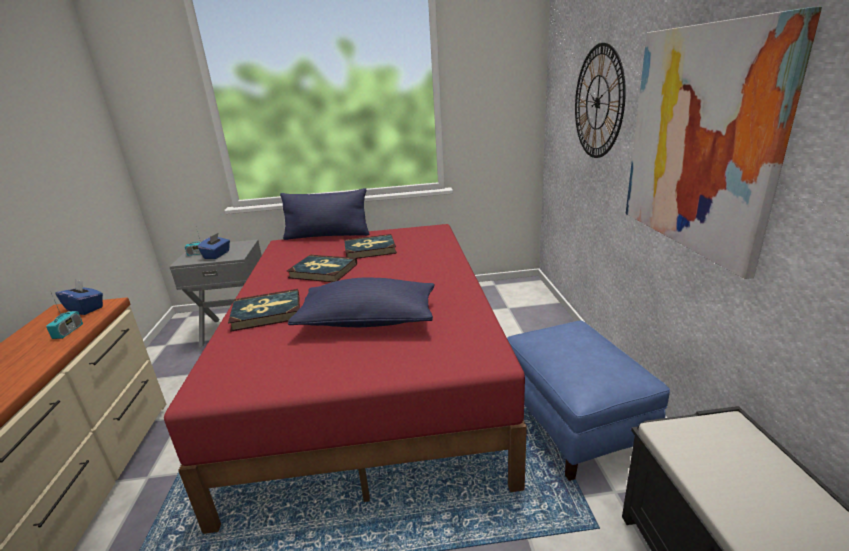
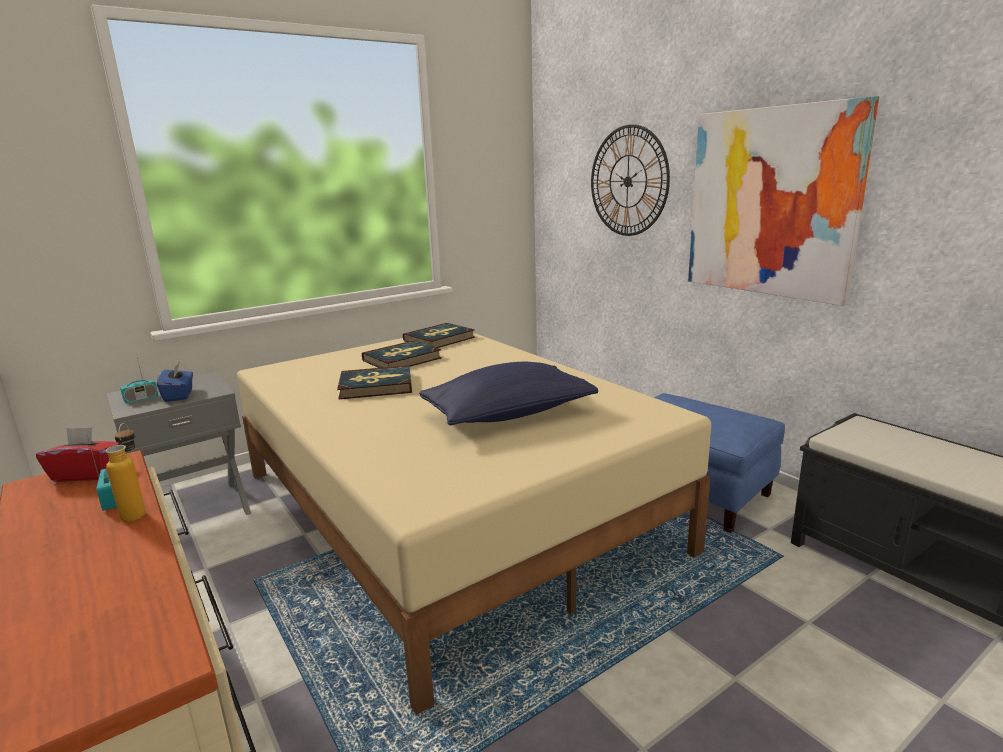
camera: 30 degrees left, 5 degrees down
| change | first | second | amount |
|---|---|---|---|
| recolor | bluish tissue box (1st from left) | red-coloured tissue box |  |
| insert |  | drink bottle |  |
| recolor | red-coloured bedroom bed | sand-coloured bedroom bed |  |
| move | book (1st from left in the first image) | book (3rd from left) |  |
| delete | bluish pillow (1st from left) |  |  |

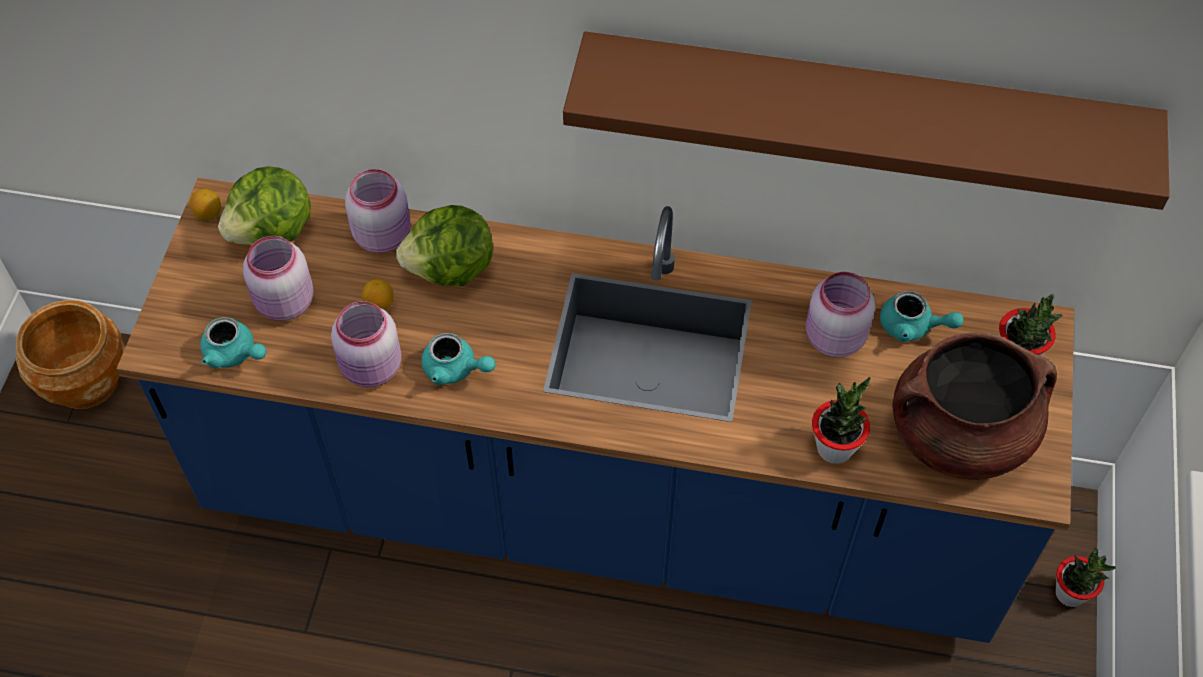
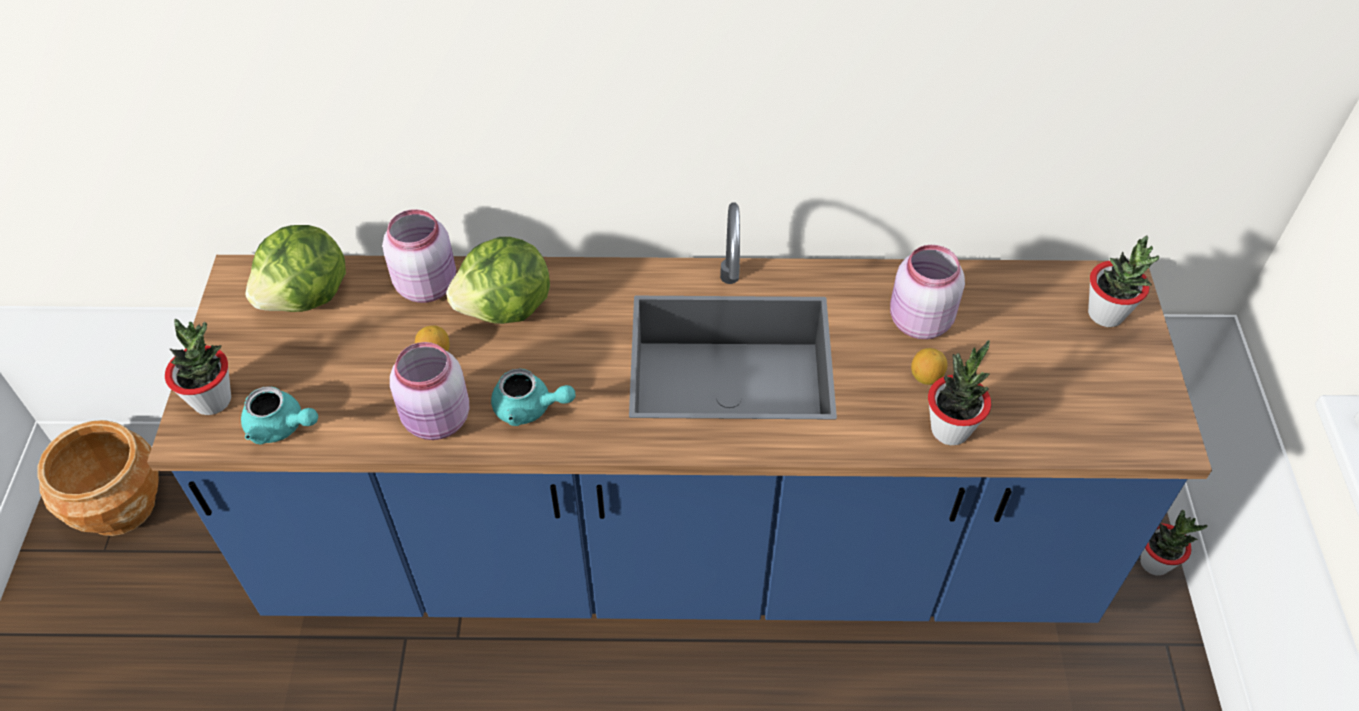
camera: 10 degrees left, 5 degrees down
| change | first | second | amount |
|---|---|---|---|
| insert |  | houseplant (1st from left) |  |
| move | citrus fruit (1st from left in the first image) | citrus fruit (2nd from left) |  |
| delete | pink-coloured jar (1st from left) |  |  |
| delete | brown-coloured shelf |  |  |
| delete | turquoise pot for tea (3rd from left) |  |  |
| delete | brown-coloured cooking pot |  |  |

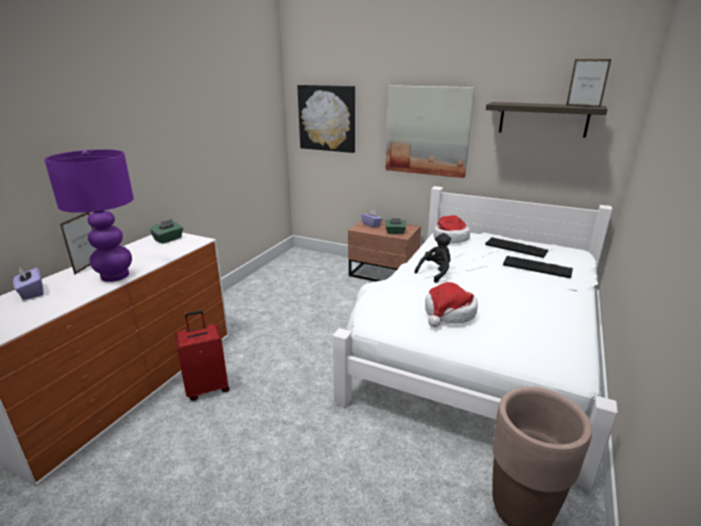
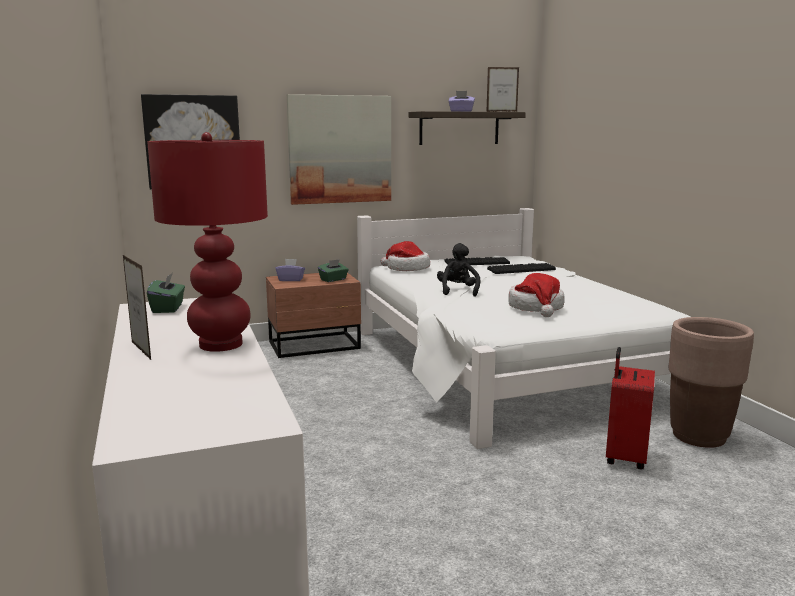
camera: 45 degrees left, 10 degrees down
| change | first | second | amount |
|---|---|---|---|
| recolor | purple-coloured tabletop lamp | red-coloured tabletop lamp |  |
| move | purple-coloured tissue box (1st from left in the first image) | purple-coloured tissue box (2nd from left) |  |
| move | red-coloured piece of luggage |  |  |

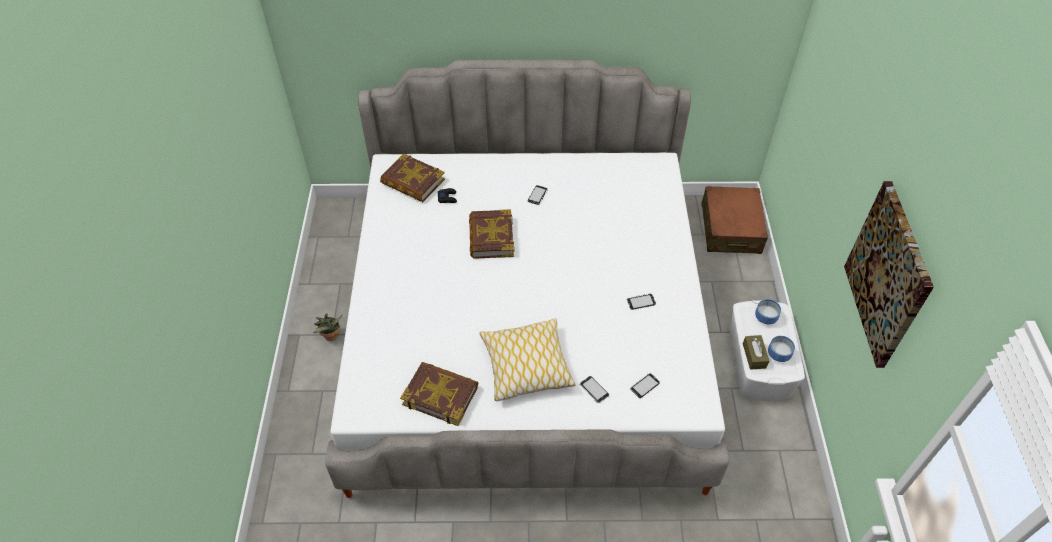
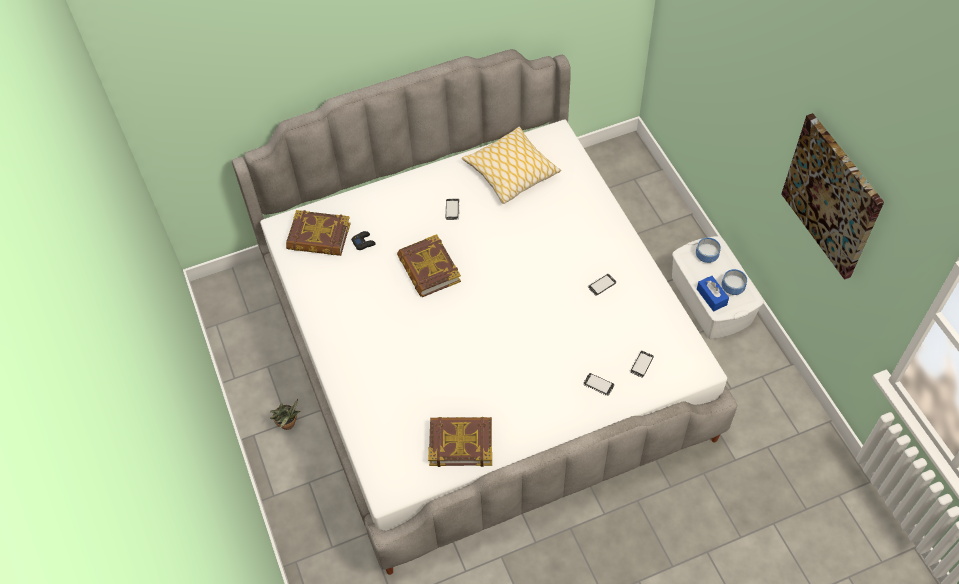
camera: 20 degrees left, 5 degrees up
| change | first | second | amount |
|---|---|---|---|
| move | pillow |  |  |
| recolor | brown-coloured tissue box | bluish tissue box |  |
| delete | brown-coloured piece of luggage |  |  |

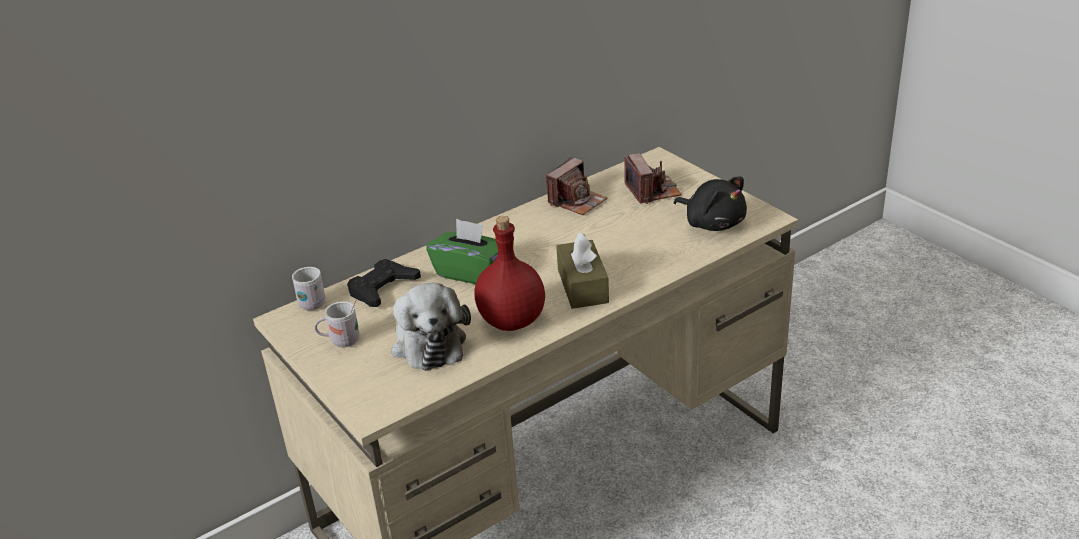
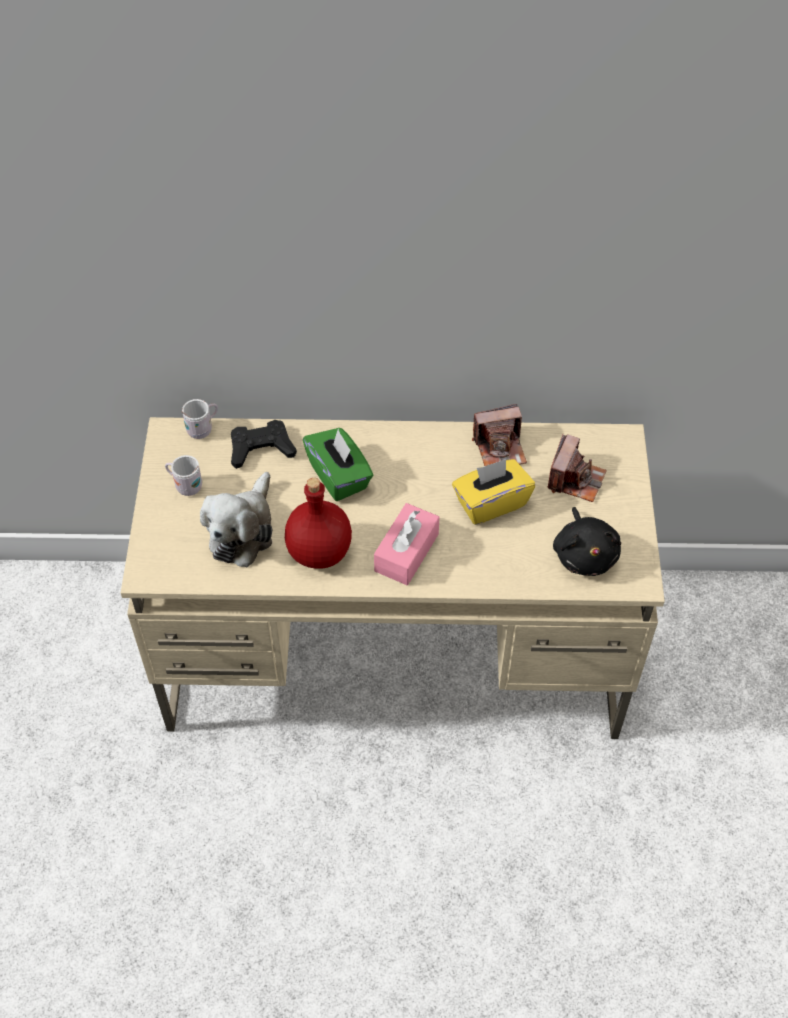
camera: 35 degrees right, 20 degrees up
| change | first | second | amount |
|---|---|---|---|
| recolor | brown-coloured tissue box | pink-coloured tissue box |  |
| insert |  | yellow tissue box |  |

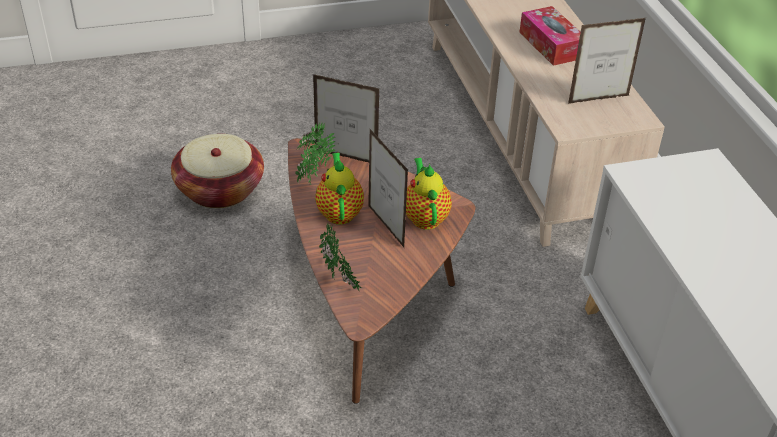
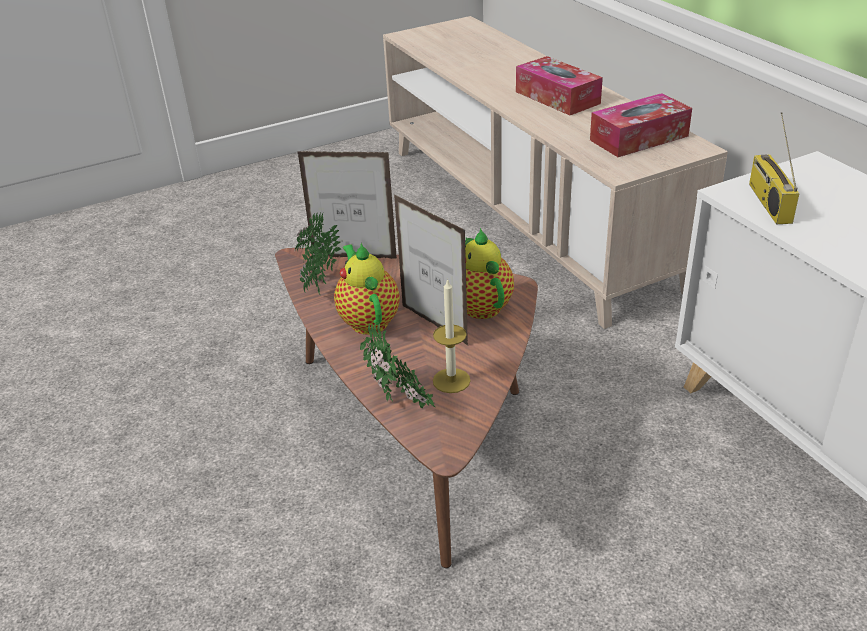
camera: 10 degrees left, 5 degrees down
| change | first | second | amount |
|---|---|---|---|
| insert |  | wax candle |  |
| replace | picture frame (3rd from left) | tissue box (2nd from left) |  |
| insert |  | radio set |  |
| delete | basket |  |  |

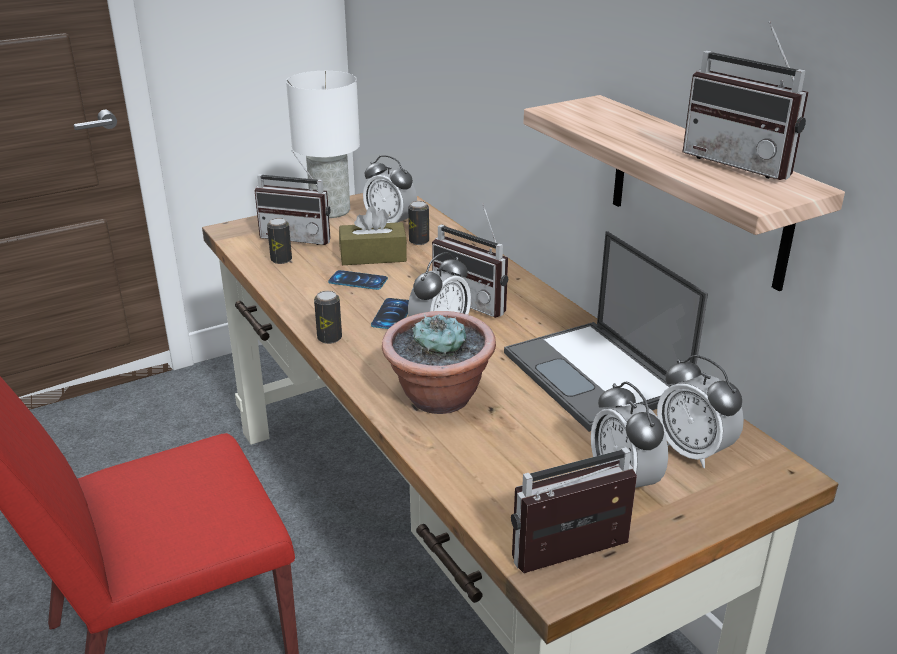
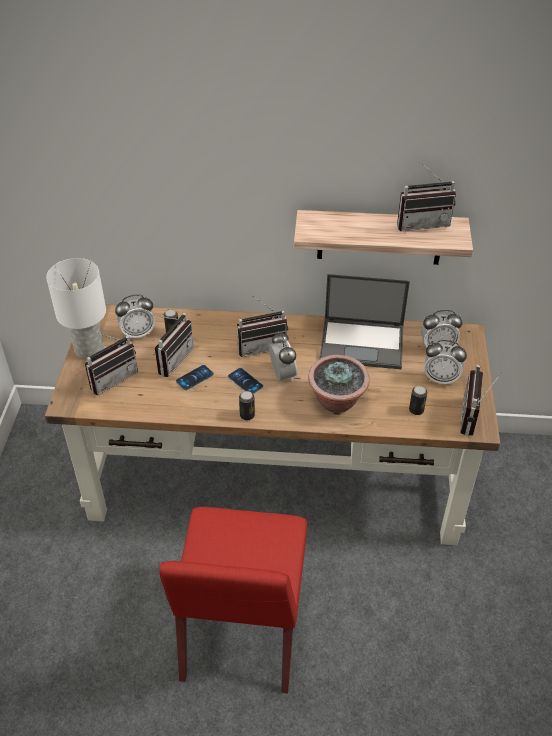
camera: 55 degrees left, 15 degrees up
| change | first | second | amount |
|---|---|---|---|
| replace | brown-coloured tissue box | radio set (2nd from left) |  |
| move | can (1st from left in the first image) | can (3rd from left) |  |

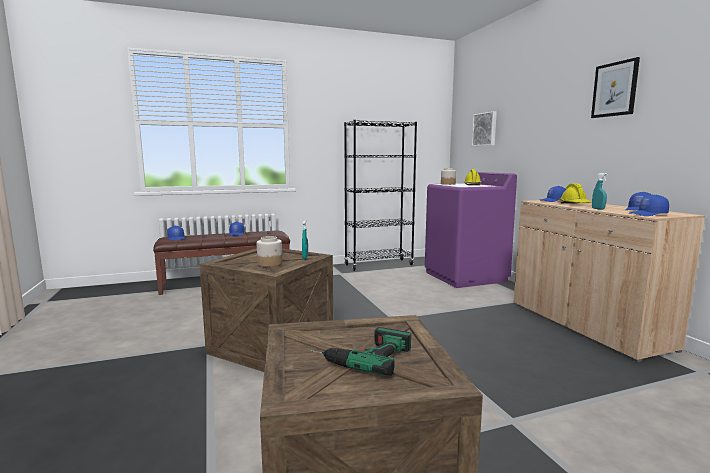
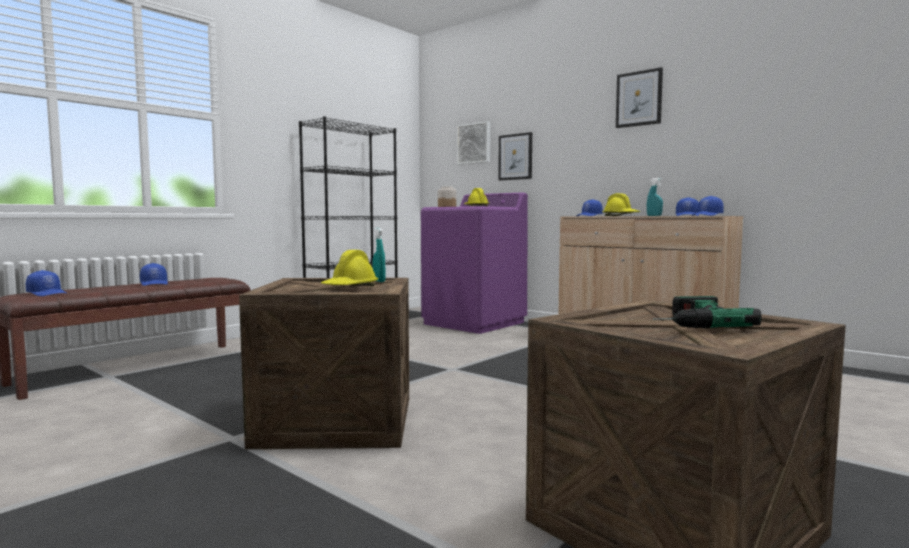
camera: 30 degrees left, 5 degrees down
| change | first | second | amount |
|---|---|---|---|
| replace | jar (1st from left) | yellow safety helmet (1st from left) |  |
| insert |  | wall picture (2nd from left) |  |

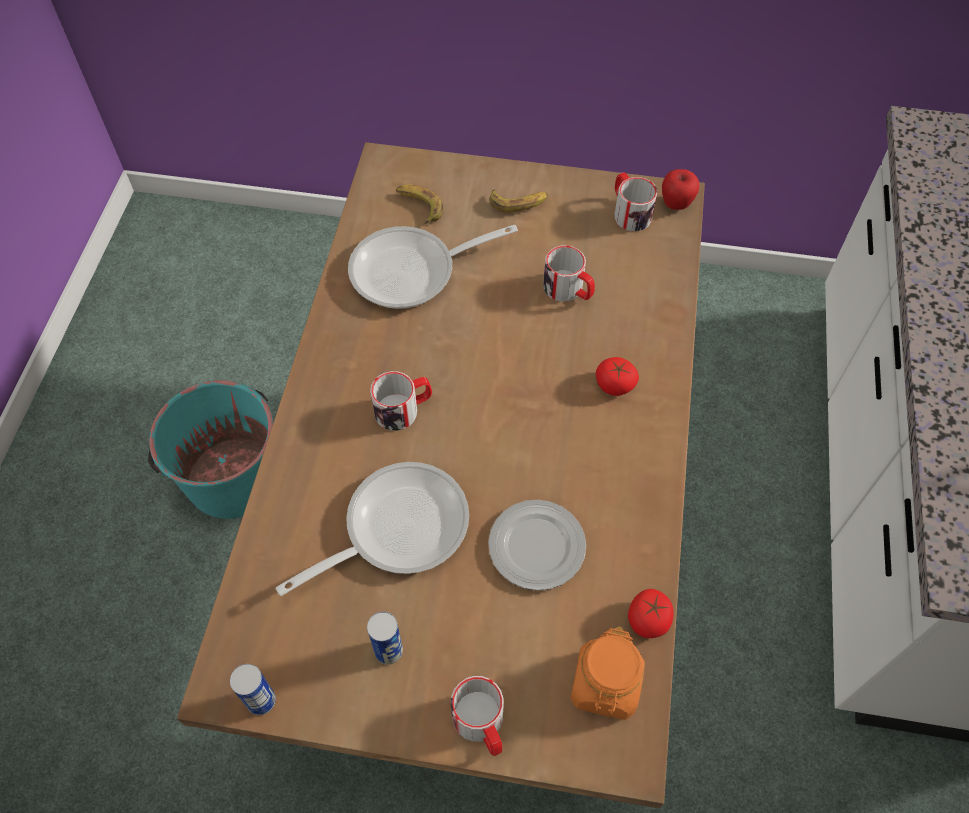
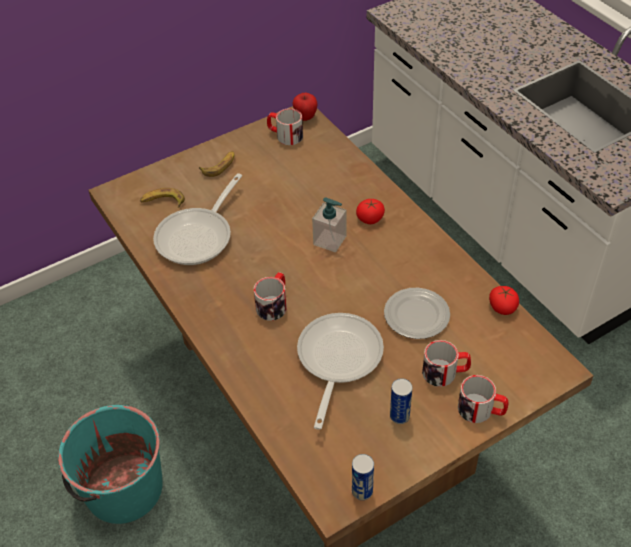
camera: 40 degrees left, 10 degrees down
| change | first | second | amount |
|---|---|---|---|
| insert |  | liquid soap bottle |  |
| move | mug (3rd from left) |  |  |
| delete | orangey jar |  |  |

